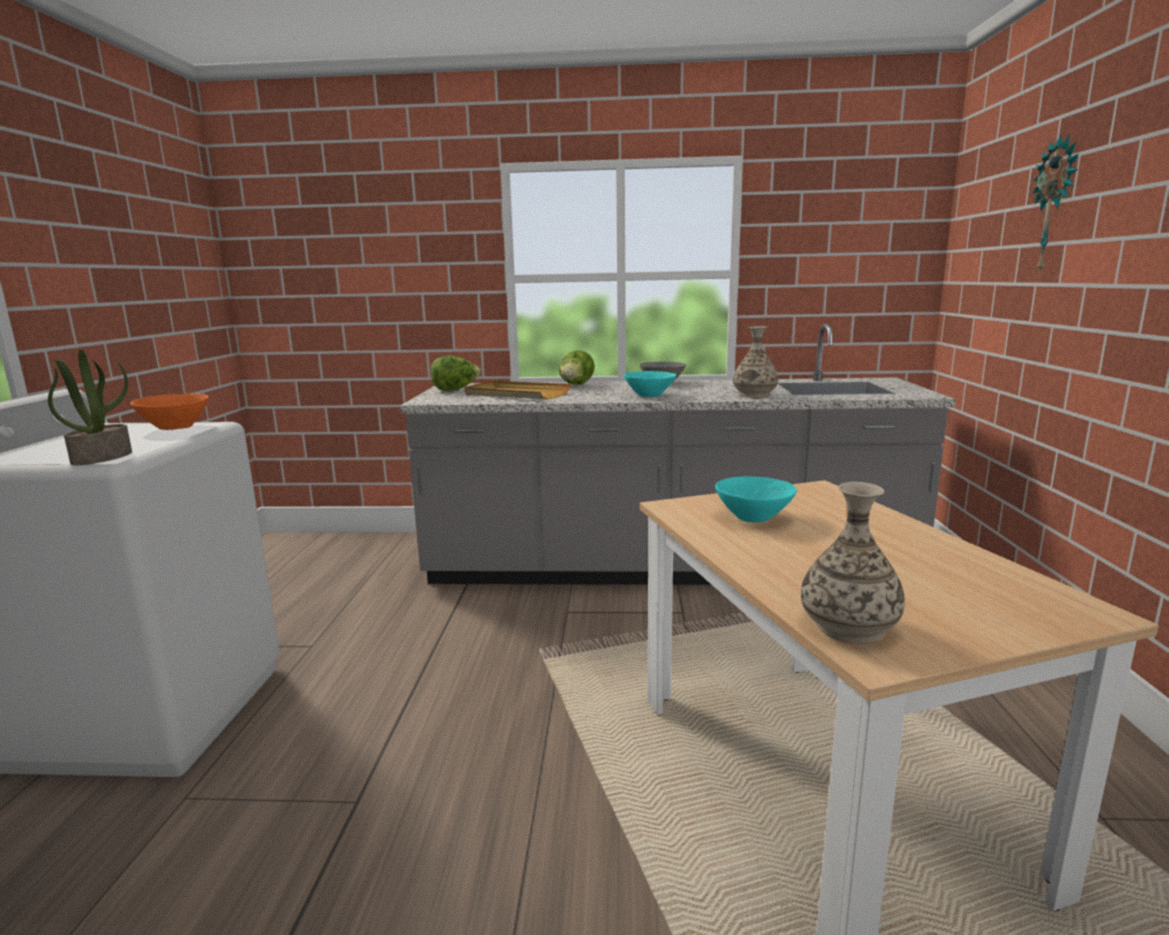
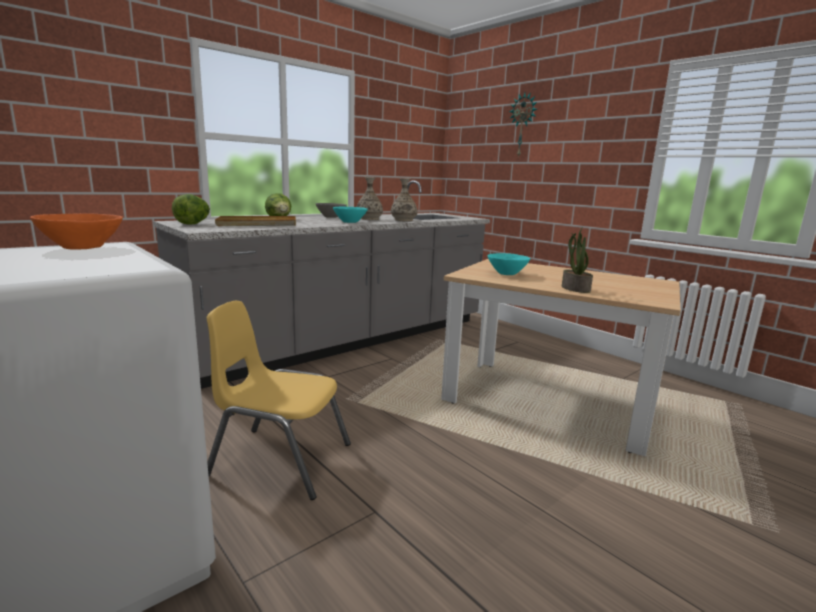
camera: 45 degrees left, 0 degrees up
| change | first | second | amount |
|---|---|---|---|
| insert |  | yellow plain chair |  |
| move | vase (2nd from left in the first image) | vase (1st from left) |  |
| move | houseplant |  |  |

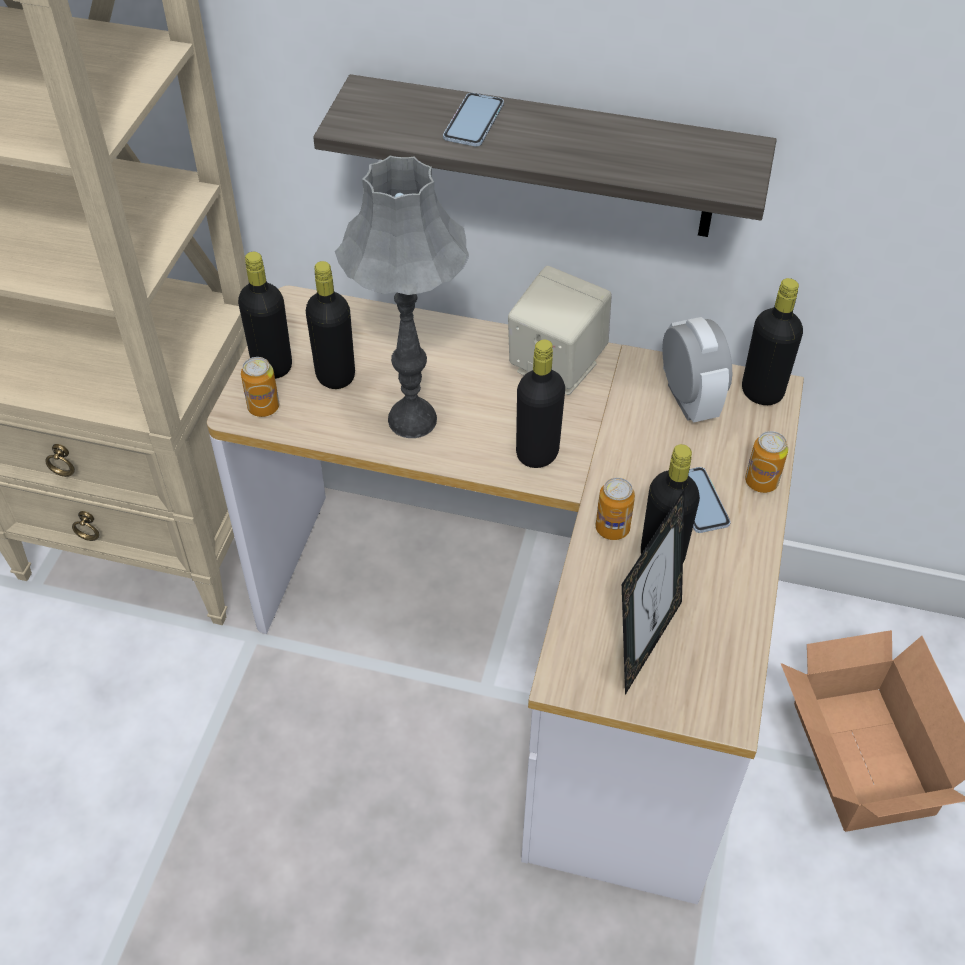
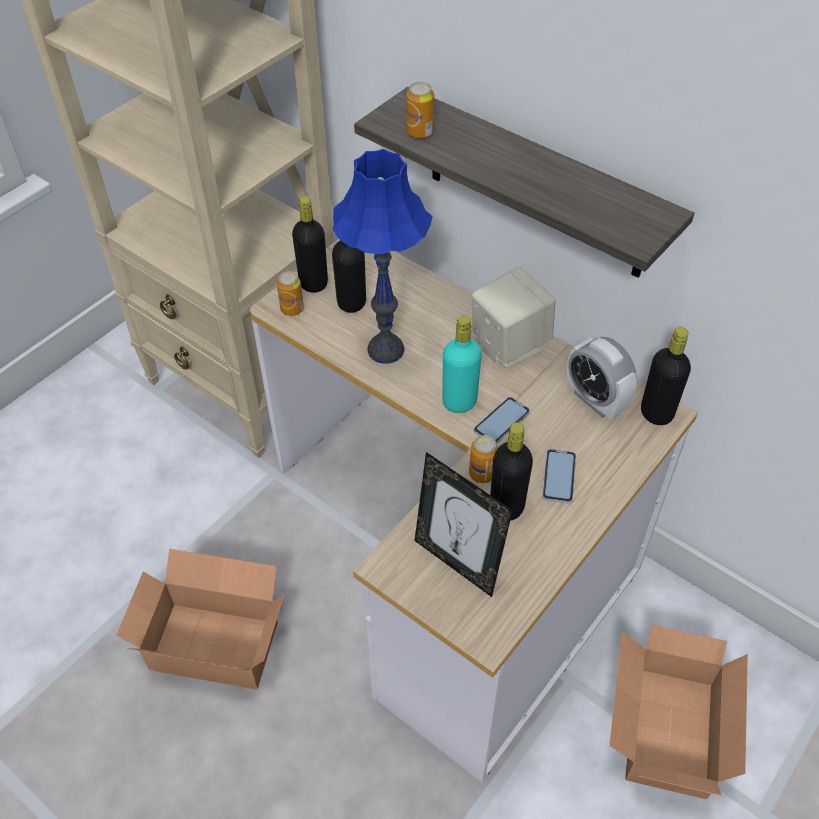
camera: 25 degrees right, 0 degrees up
| change | first | second | amount |
|---|---|---|---|
| insert |  | carton (1st from left) |  |
| recolor | gray tabletop lamp | bluish tabletop lamp |  |
| move | can (3rd from left in the first image) | can (2nd from left) |  |
| rotate | picture frame |  | 75 degrees clockwise |
| recolor | black drink bottle (3rd from left) | turquoise drink bottle |  |
| move | handset (1st from left) |  |  |
| rotate | alarm clock |  | 135 degrees clockwise |

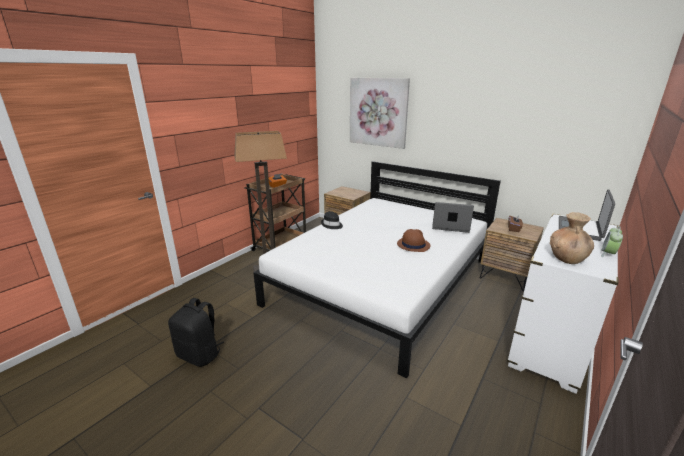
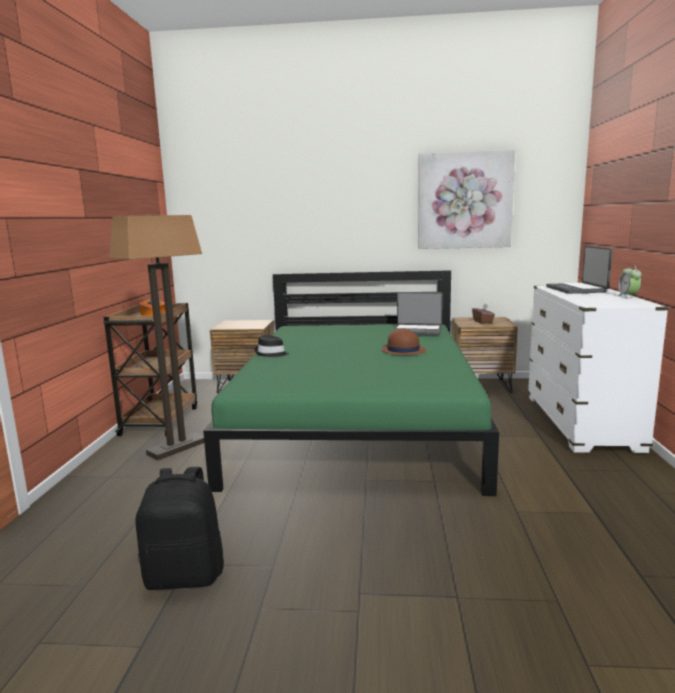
camera: 30 degrees left, 10 degrees down
| change | first | second | amount |
|---|---|---|---|
| recolor | white bedroom bed | green bedroom bed |  |
| rotate | notebook computer (1st from left) |  | 150 degrees counterclockwise |
| move | wall picture |  |  |
| delete | brown-coloured vase |  |  |

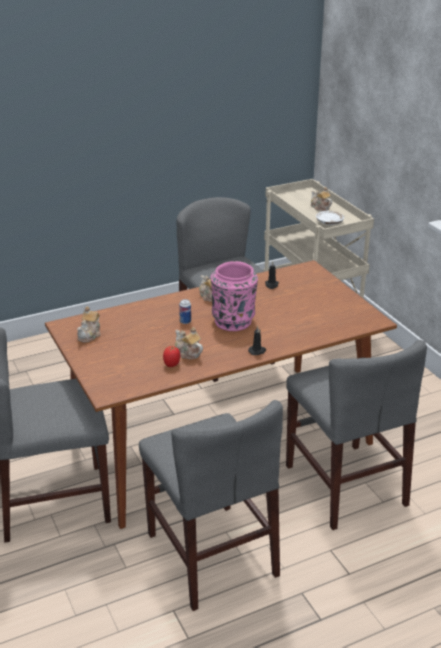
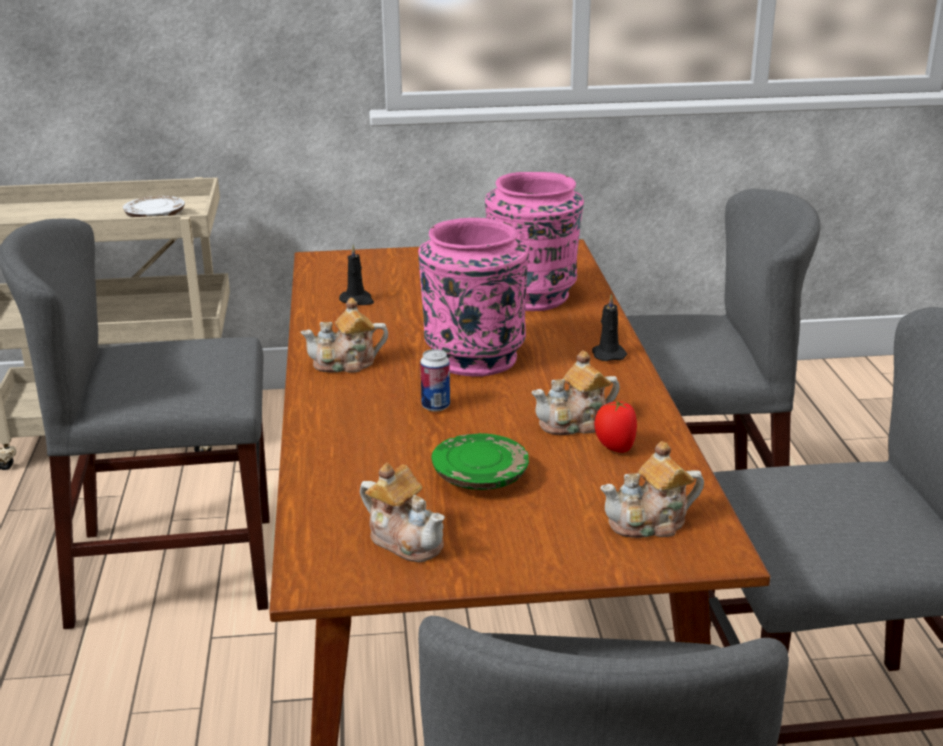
camera: 70 degrees left, 5 degrees down
| change | first | second | amount |
|---|---|---|---|
| insert |  | green dinner plate |  |
| insert |  | pink-coloured vase (2nd from left) |  |
| move | pot for tea (4th from left) |  |  |

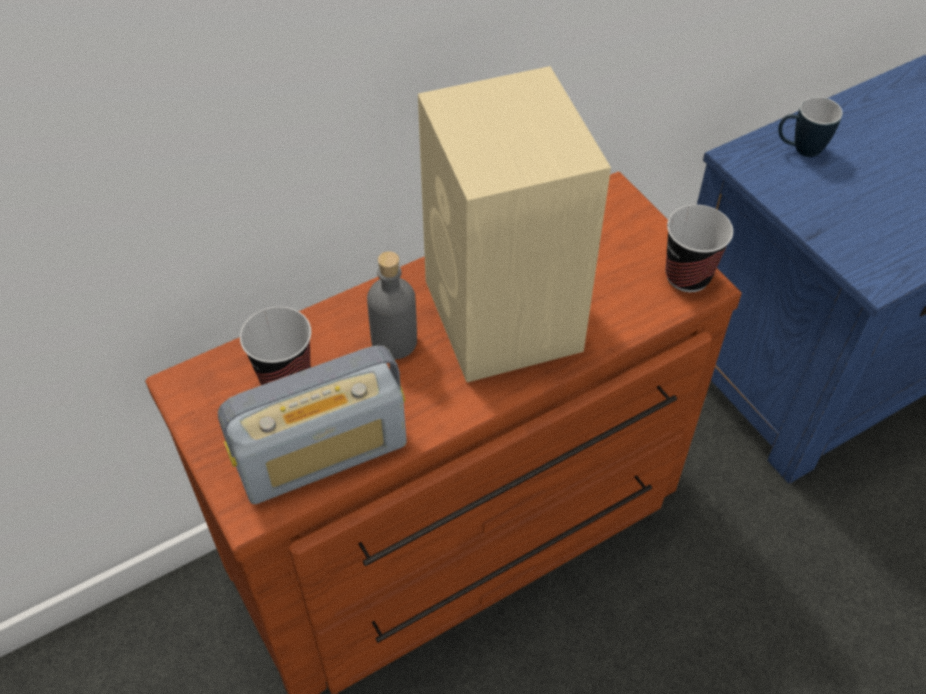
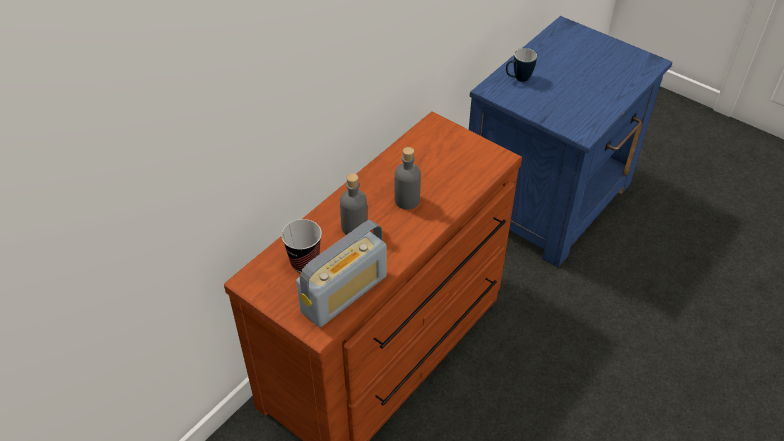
camera: 20 degrees left, 5 degrees down
| change | first | second | amount |
|---|---|---|---|
| replace | sand-coloured audio speaker | gray drink bottle (2nd from left) |  |
| delete | small cup (2nd from left) |  |  |

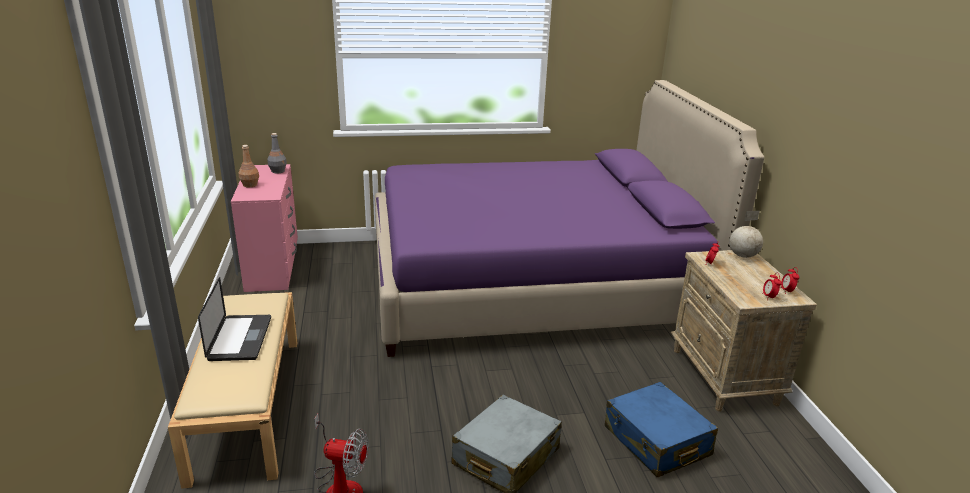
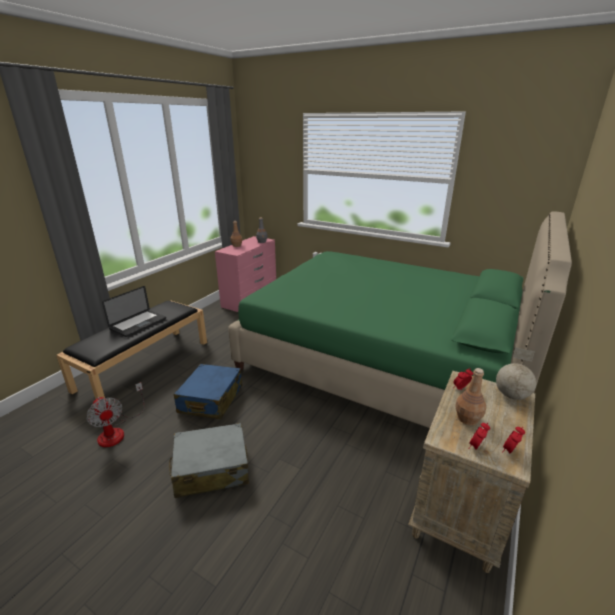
camera: 40 degrees right, 0 degrees up
| change | first | second | amount |
|---|---|---|---|
| recolor | sand-coloured indoor bench | black indoor bench |  |
| move | bluish piece of luggage |  |  |
| recolor | purple-coloured bedroom bed | green bedroom bed |  |
| insert |  | brown-coloured drink bottle (2nd from left) |  |

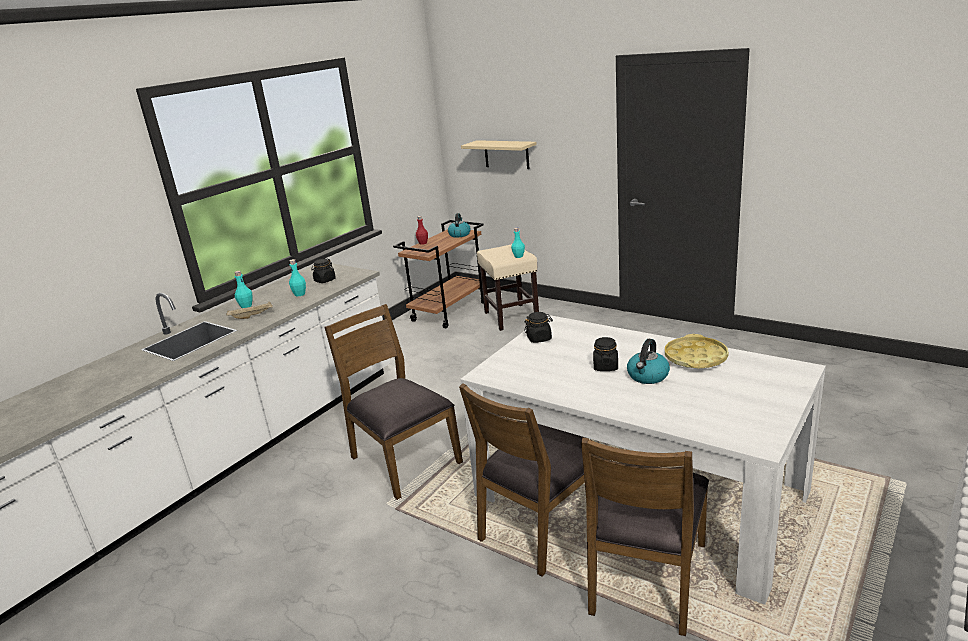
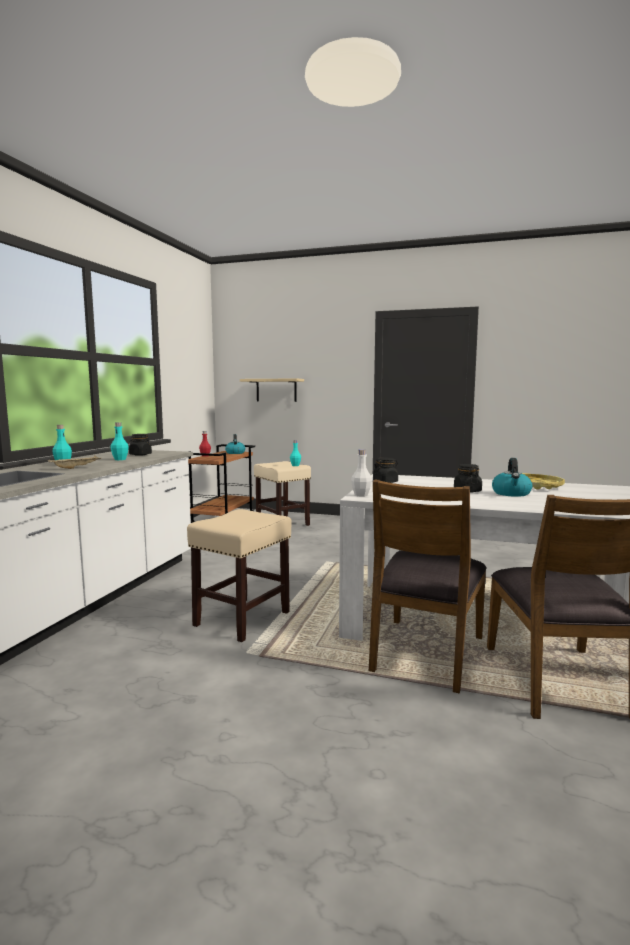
camera: 20 degrees left, 15 degrees down
| change | first | second | amount |
|---|---|---|---|
| replace | brown-coloured plain chair (1st from left) | sand-coloured sitting stool (1st from left) |  |
| insert |  | white drink bottle |  |

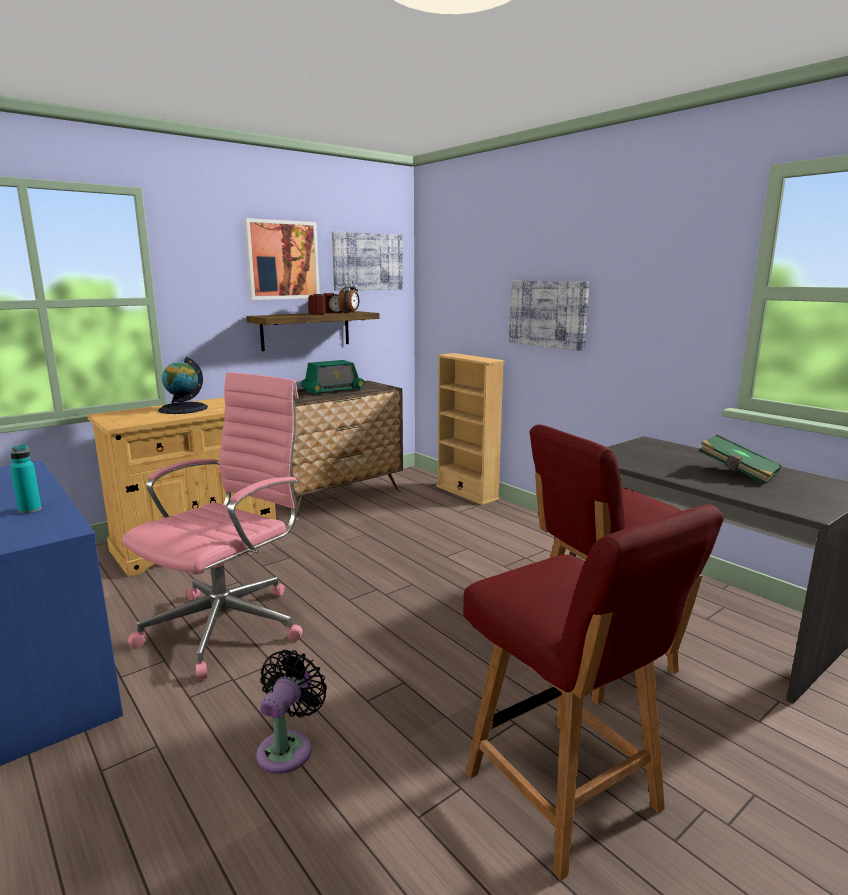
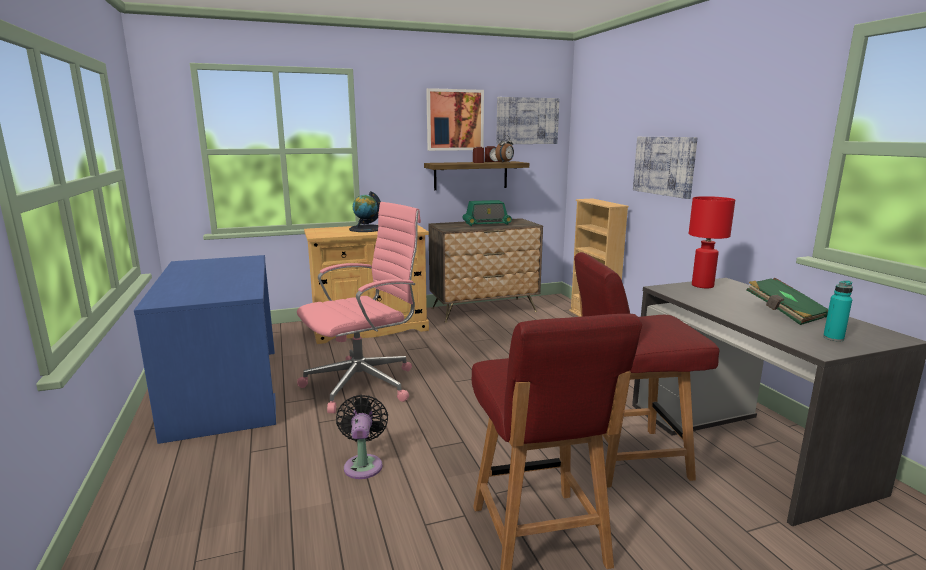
camera: 20 degrees right, 0 degrees up
| change | first | second | amount |
|---|---|---|---|
| rotate | black cooling fan |  | 45 degrees counterclockwise |
| insert |  | red-coloured tabletop lamp |  |
| move | turquoise drink bottle |  |  |

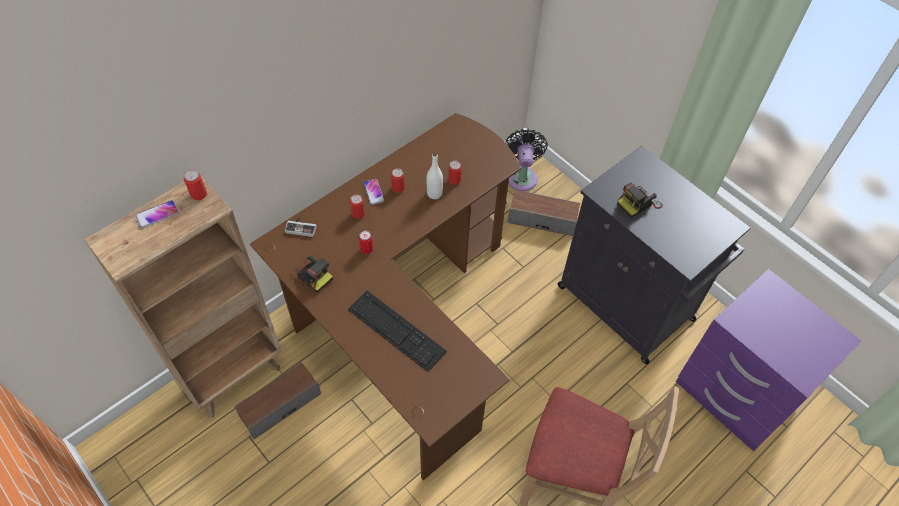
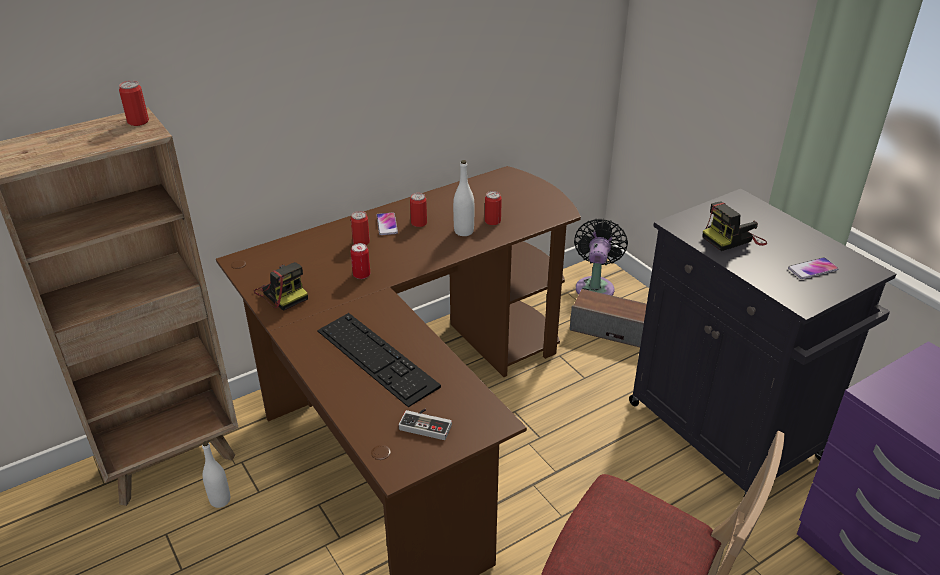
camera: 10 degrees right, 20 degrees down
| change | first | second | amount |
|---|---|---|---|
| replace | audio speaker (1st from left) | white drink bottle (1st from left) |  |
| move | game controller |  |  |
| move | handset (1st from left in the first image) | handset (2nd from left) |  |

